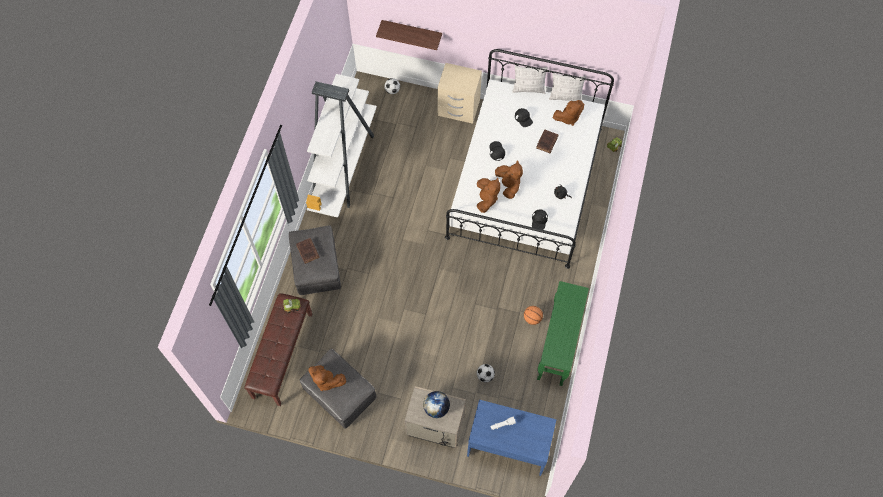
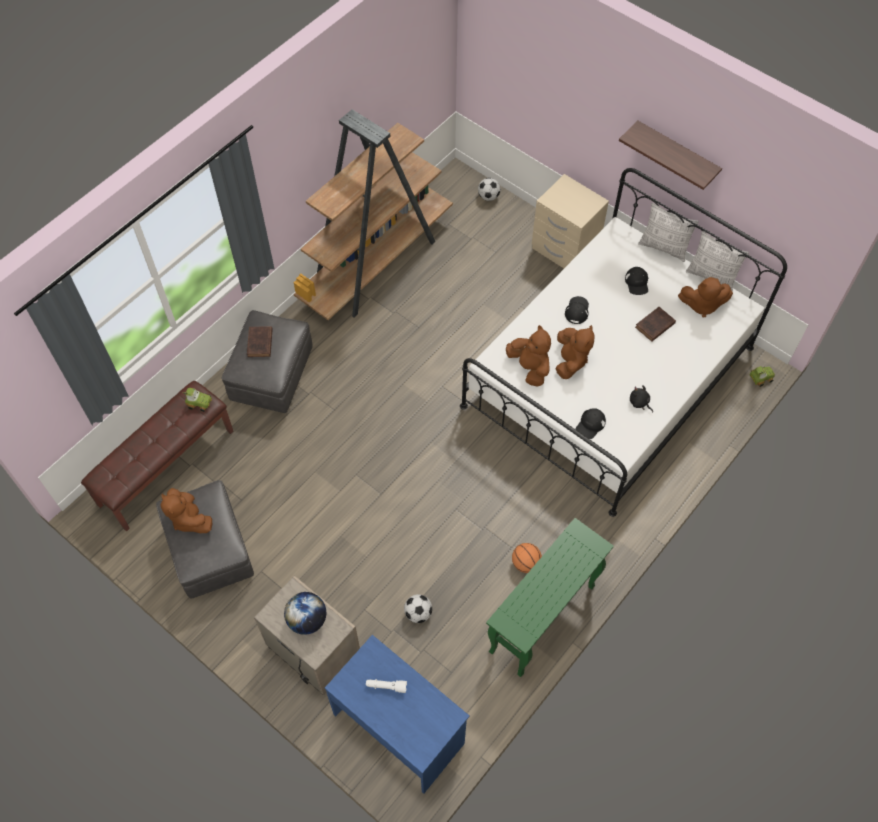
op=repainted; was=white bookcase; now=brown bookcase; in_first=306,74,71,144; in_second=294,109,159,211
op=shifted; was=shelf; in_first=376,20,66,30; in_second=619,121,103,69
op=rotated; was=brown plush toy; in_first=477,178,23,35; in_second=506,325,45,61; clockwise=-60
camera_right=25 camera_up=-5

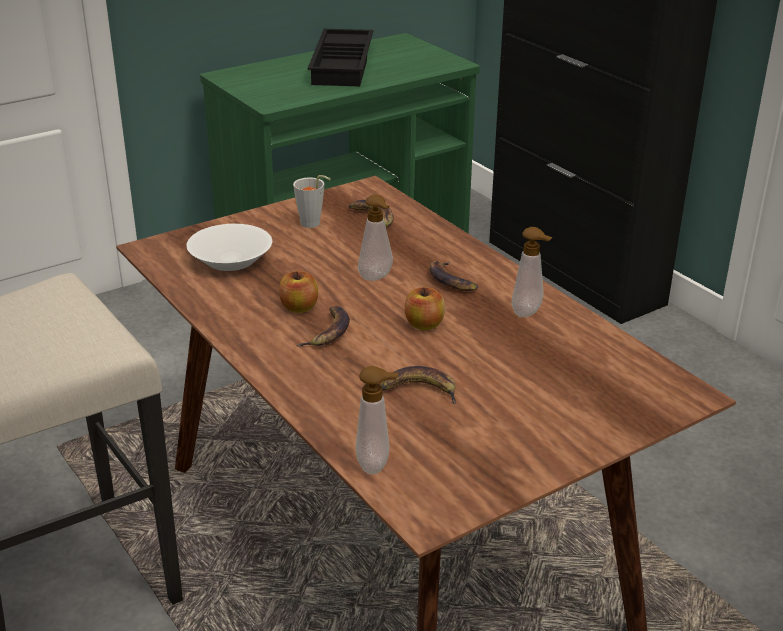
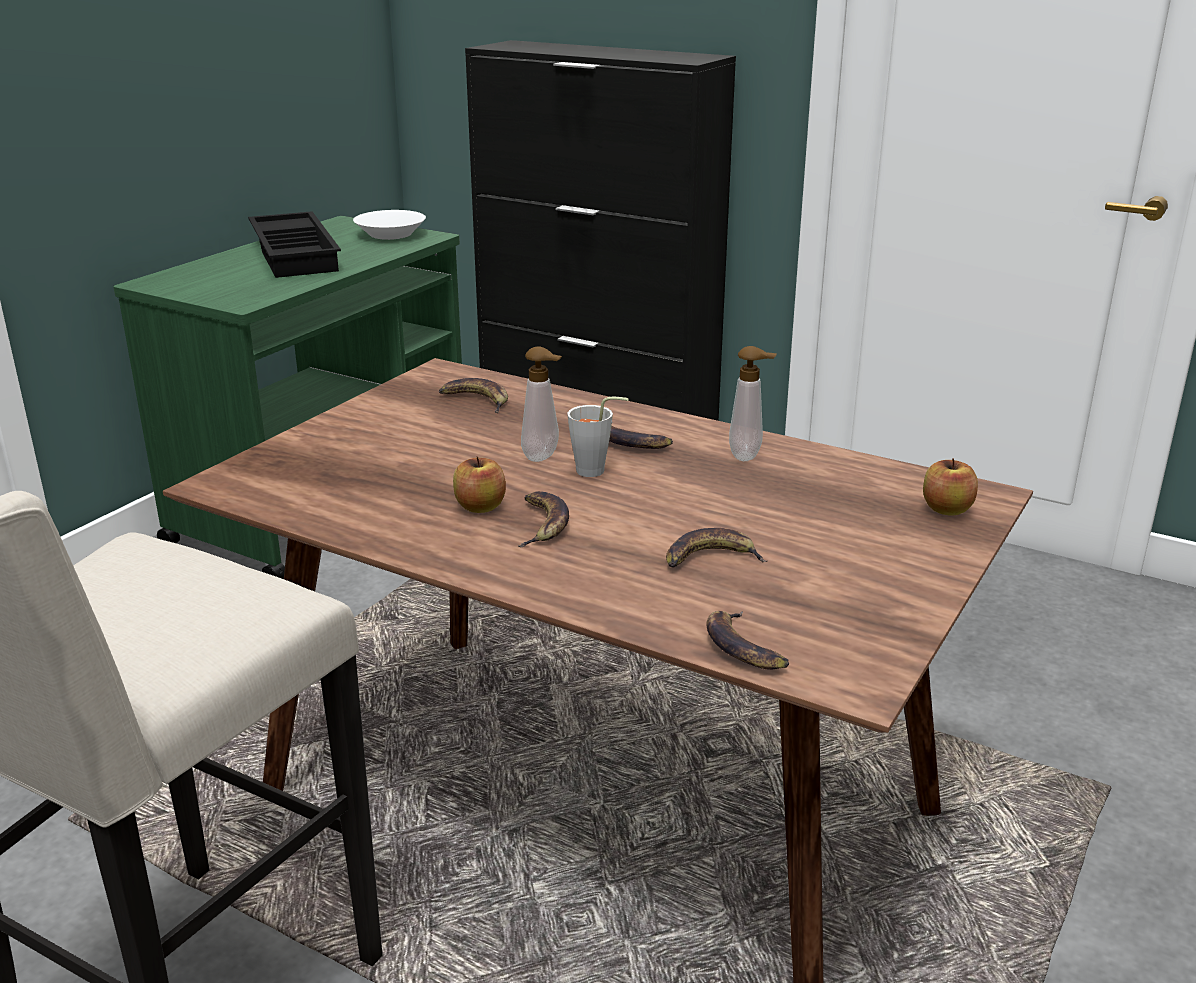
op=shifted; was=white bowl; in_first=186,224,86,47; in_second=353,210,73,30
op=shifted; was=grey cup; in_first=293,175,38,53; in_second=567,397,61,80
op=swapped; was=soap dispenser; now=banana; in_first=356,366,43,108; in_second=707,611,82,59
op=shifted; was=apple; in_first=405,287,40,43; in_second=923,458,55,57
camera_right=-25 camera_up=-5

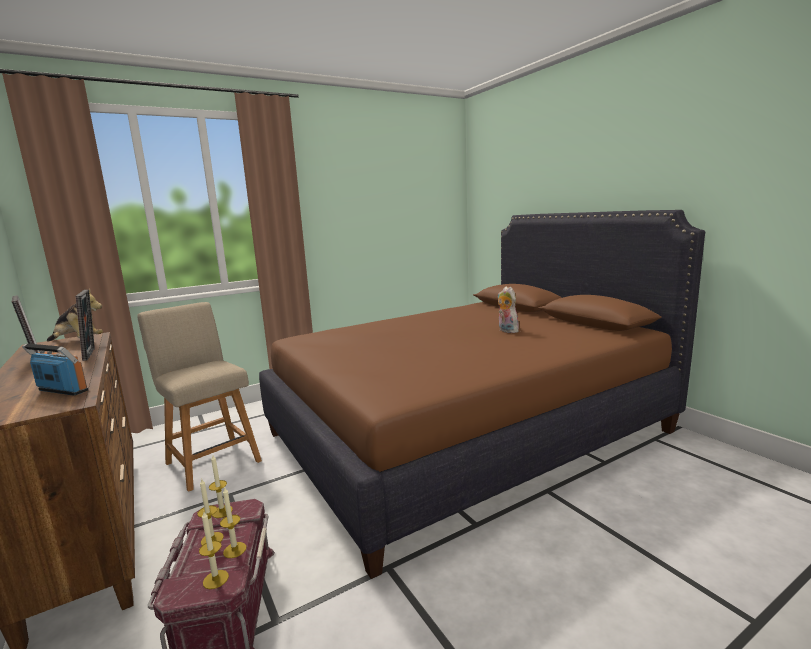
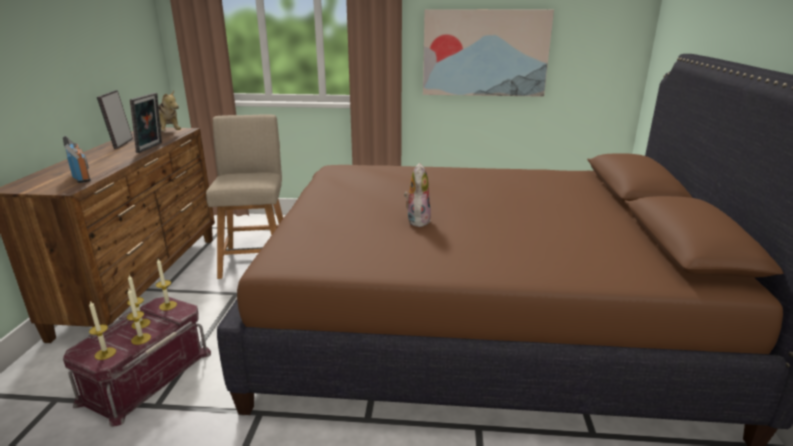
op=shifted; was=plush toy; in_first=498,286,21,47; in_second=404,163,27,64
op=new; now=picture; in_second=423,9,131,88
camera_right=35 camera_up=10

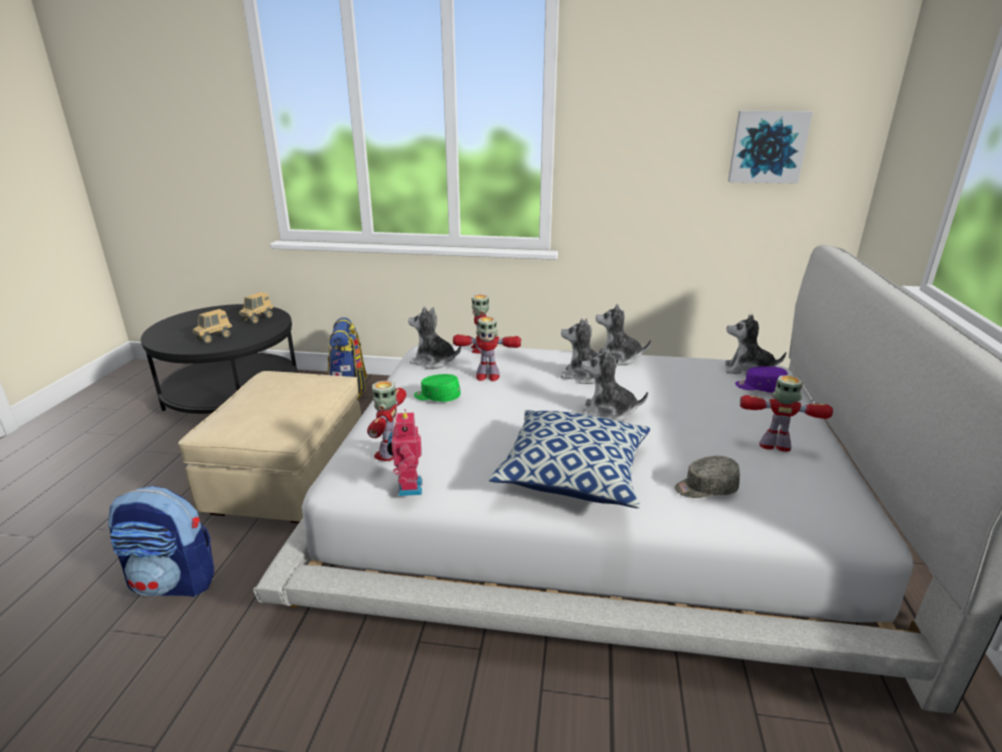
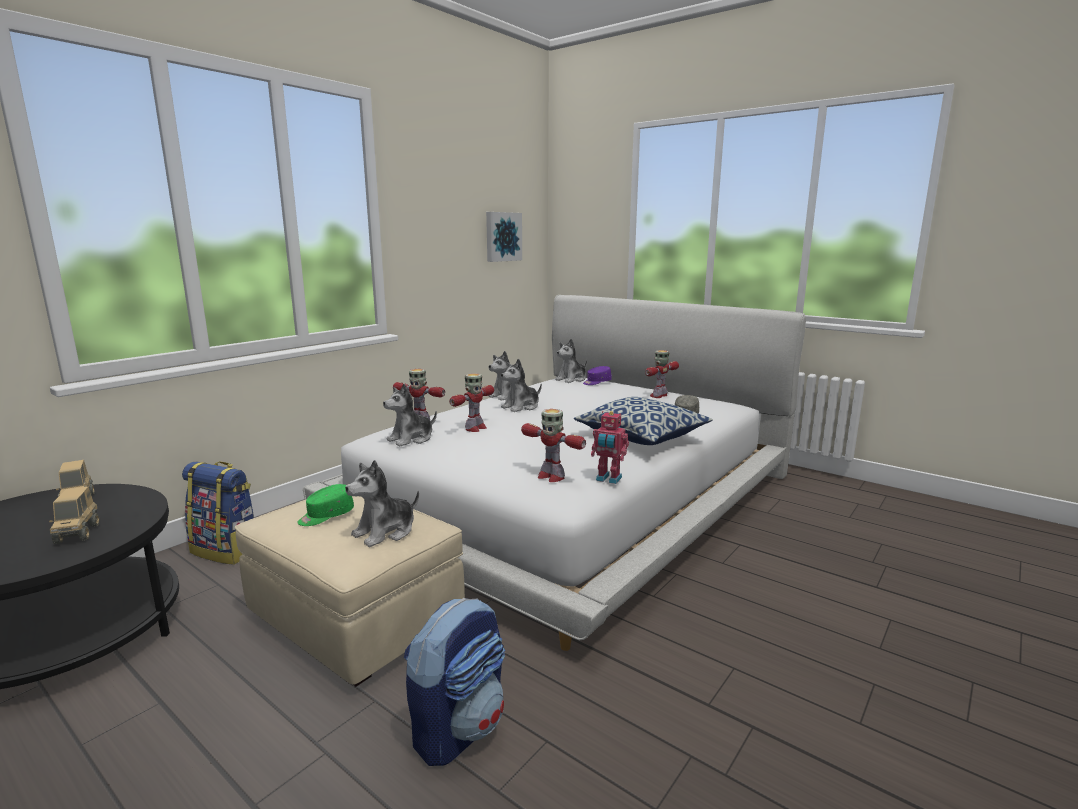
op=shifted; was=green cap; in_first=414,374,47,28; in_second=297,484,57,42
op=shifted; was=plush toy; in_first=581,348,67,74; in_second=345,460,74,87
camera_right=-60 camera_up=-10

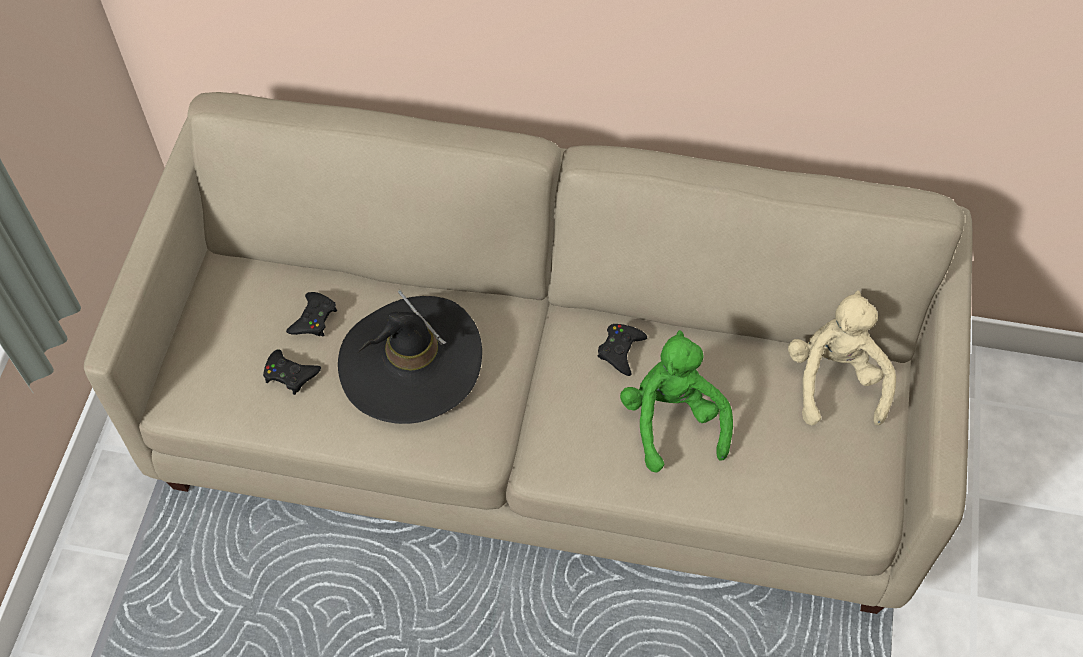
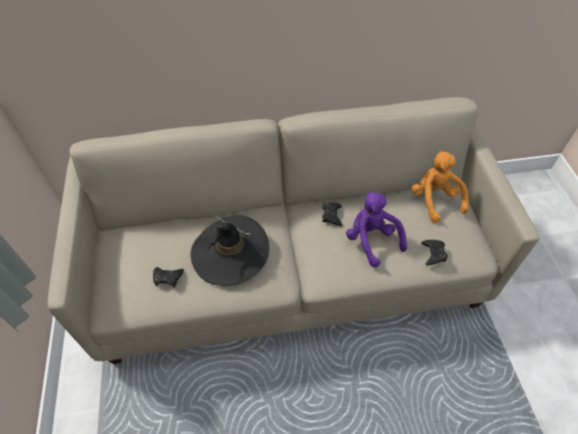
op=shifted; was=black game controller; in_first=286,292,51,44; in_second=421,240,27,25
op=repainted; was=green plush toy; now=purple plush toy; in_first=620,330,113,143; in_second=346,191,61,77
op=repainted; was=beige plush toy; now=orange plush toy; in_first=788,291,108,134; in_second=412,150,56,73
camera_right=-20 camera_up=-5

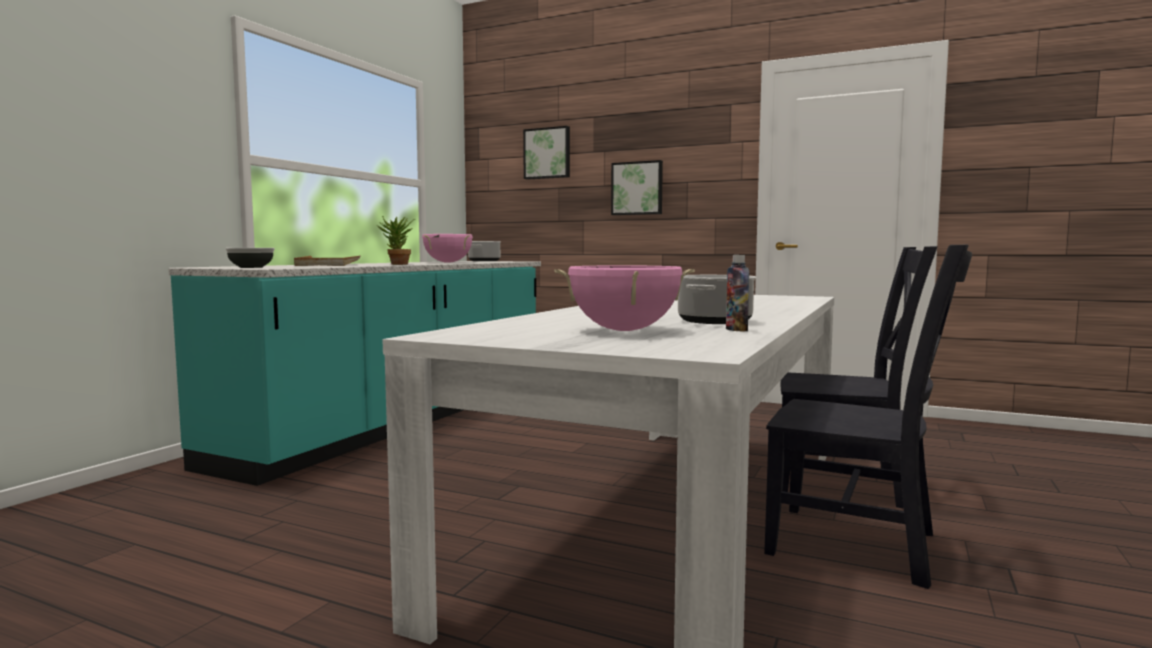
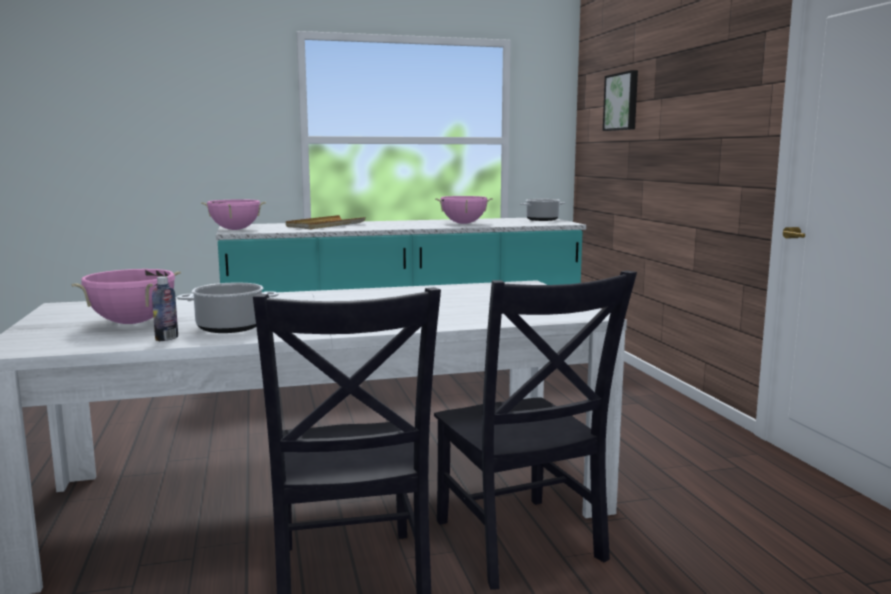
op=swapped; was=bowl; now=pink cooking pot; in_first=225,248,50,20; in_second=201,200,65,30
op=gone; was=potted plant; in_first=377,216,37,49
op=gone; was=picture; in_first=611,160,52,55
camera_right=50 camera_up=5

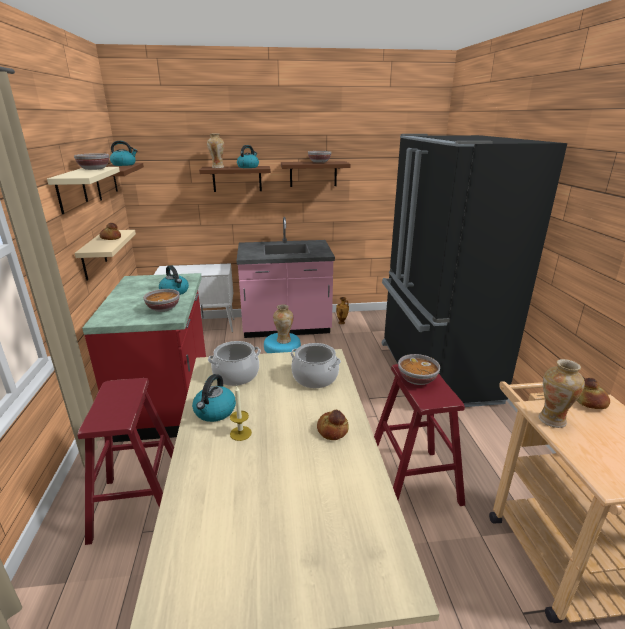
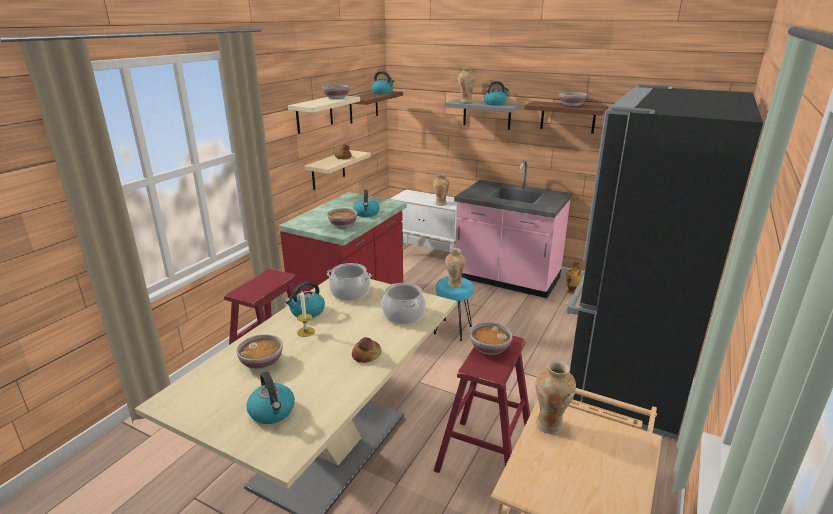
op=repainted; was=brown shelf; now=grey shelf; in_first=199,166,72,26; in_second=445,99,76,31
op=gone; was=bread; in_first=577,378,33,31
op=new; now=bowl; in_second=236,334,47,35
op=new; now=kettle; in_second=246,372,49,52
op=new; now=vase; in_second=433,174,16,32
camera_right=35 camera_up=0

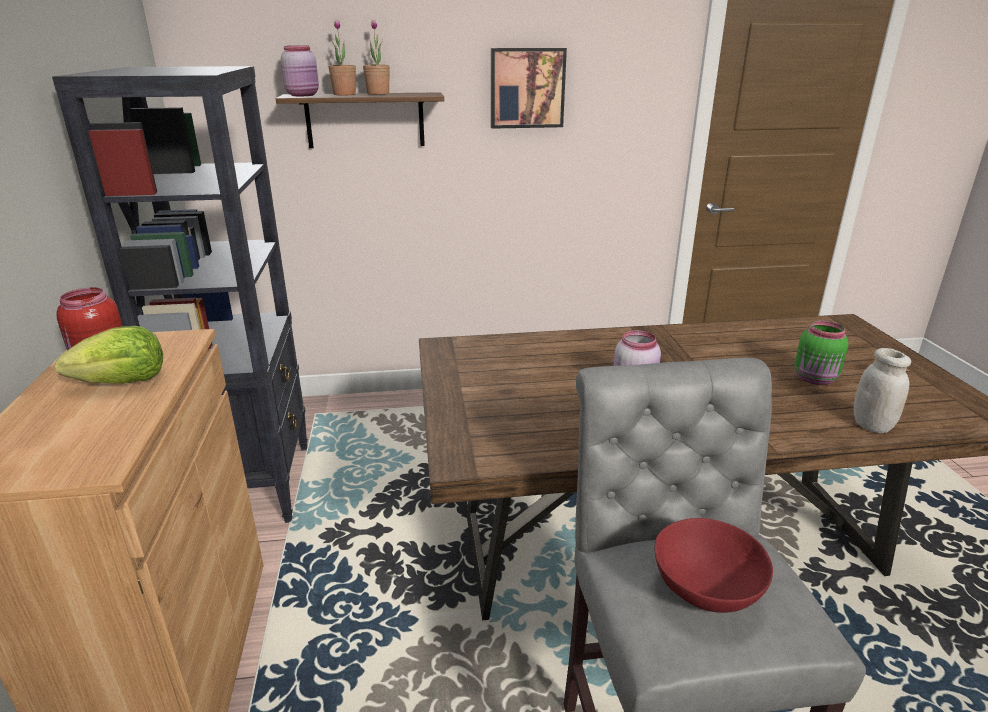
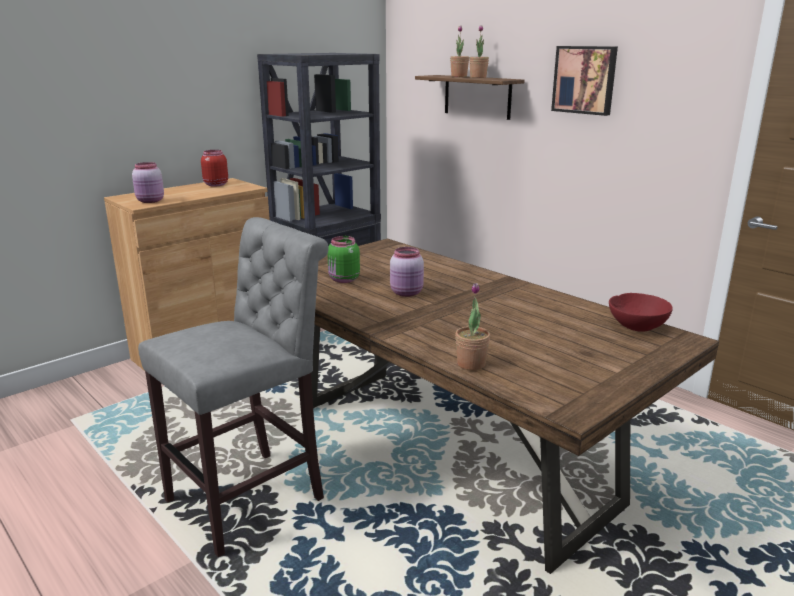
op=gone; was=lettuce; in_first=55,326,108,58
op=shifted; was=pink jar; in_first=281,45,38,51; in_second=132,162,32,41
op=shifted; was=red bowl; in_first=655,518,118,95; in_second=609,293,64,39
op=shifted; was=green jar; in_first=794,321,54,64; in_second=328,236,32,47
op=swapped; was=white jar; now=potted plant; in_first=854,348,57,85; in_second=455,283,35,87
camera_right=55 camera_up=-5

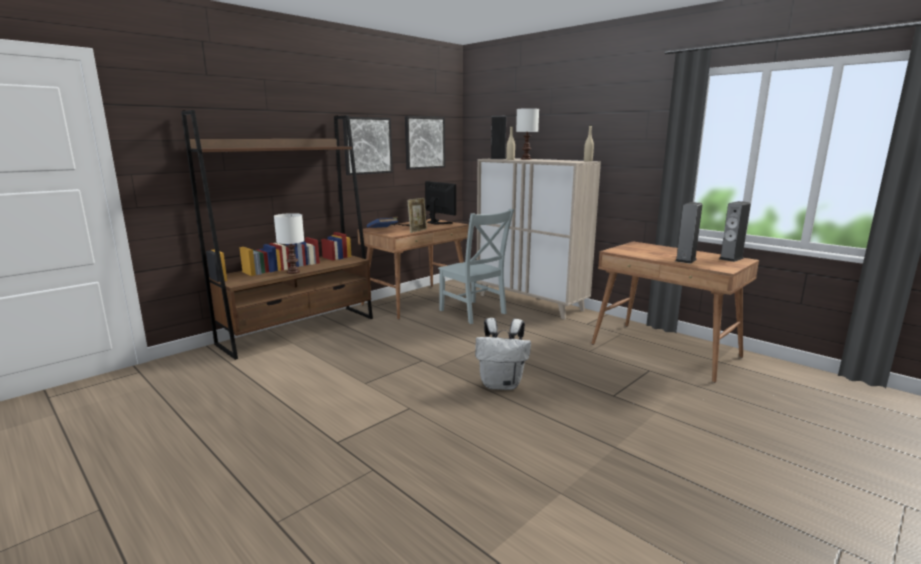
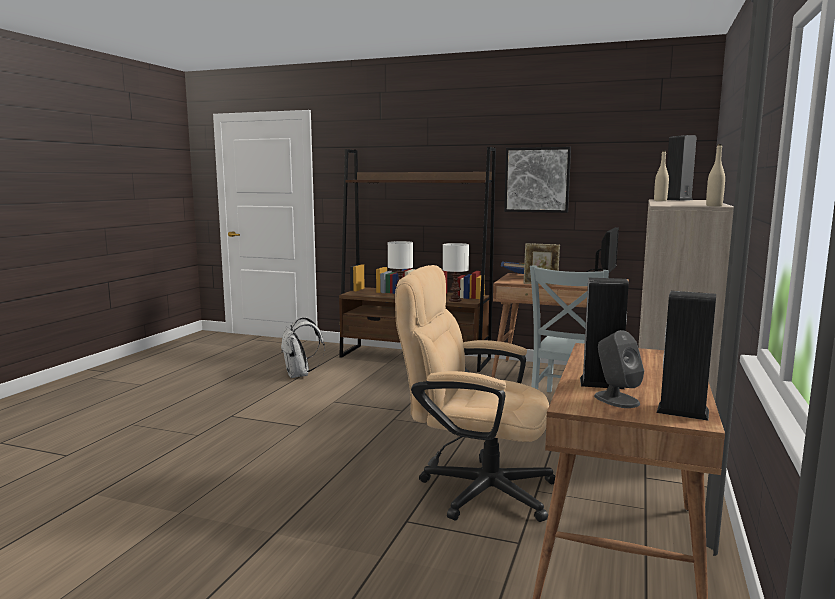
op=gone; was=picture; in_first=405,116,40,54
op=shifted; was=white backpack; in_first=475,318,56,72; in_second=281,317,44,61
op=shifted; was=white table lamp; in_first=516,108,23,51; in_second=443,243,26,59
op=new; now=beige office chair; in_second=395,265,160,257
op=new; now=grey speaker; in_second=594,330,50,78
camera_right=65 camera_up=-5

